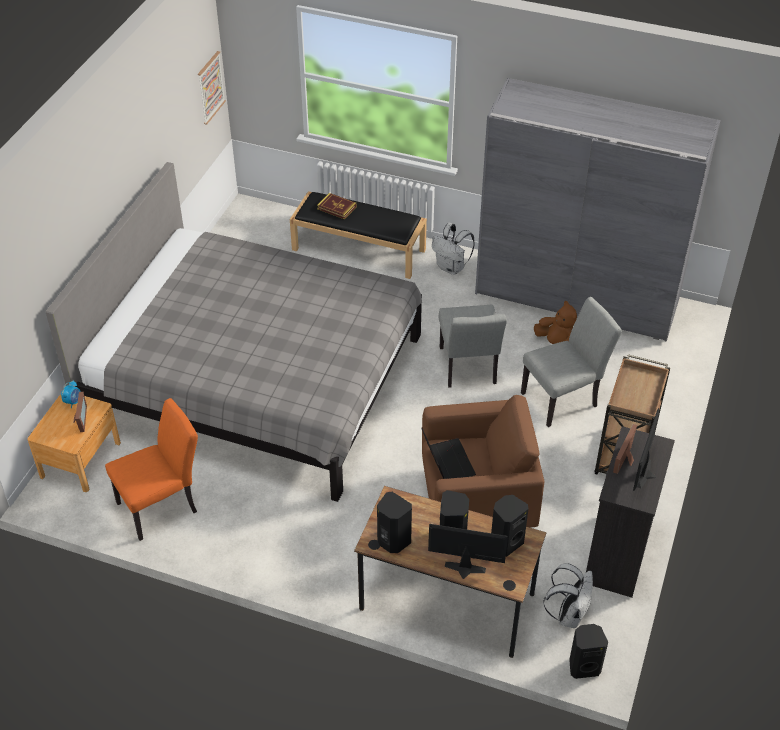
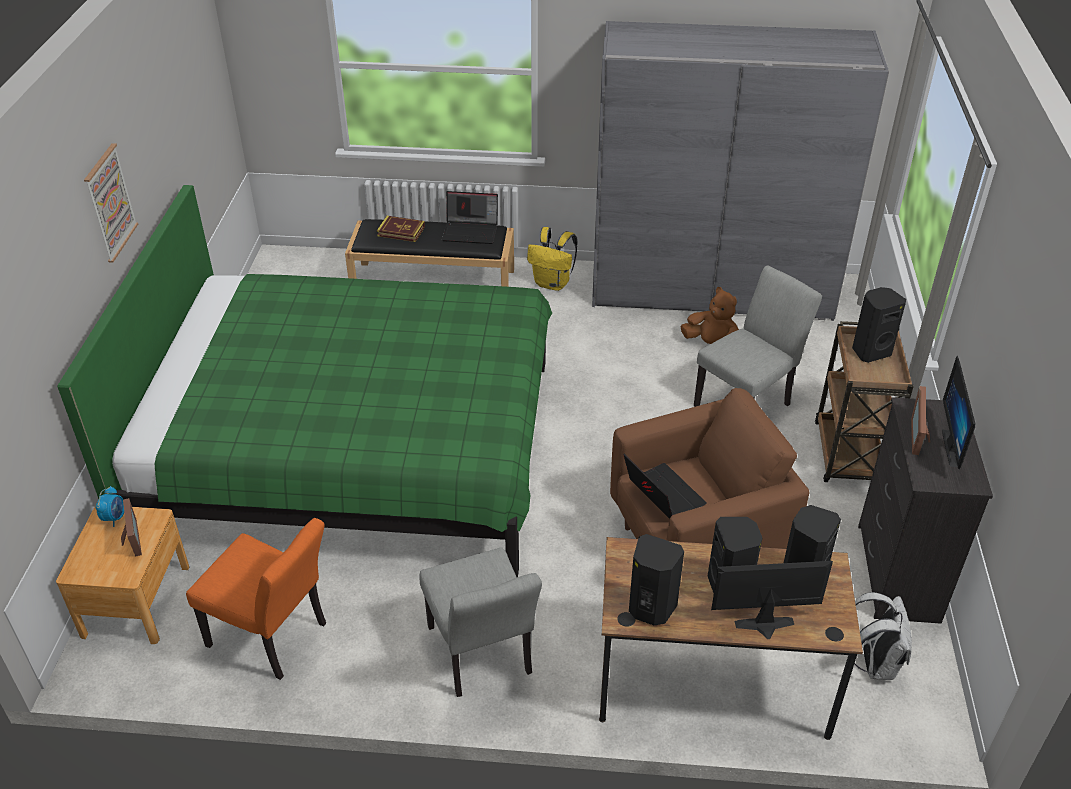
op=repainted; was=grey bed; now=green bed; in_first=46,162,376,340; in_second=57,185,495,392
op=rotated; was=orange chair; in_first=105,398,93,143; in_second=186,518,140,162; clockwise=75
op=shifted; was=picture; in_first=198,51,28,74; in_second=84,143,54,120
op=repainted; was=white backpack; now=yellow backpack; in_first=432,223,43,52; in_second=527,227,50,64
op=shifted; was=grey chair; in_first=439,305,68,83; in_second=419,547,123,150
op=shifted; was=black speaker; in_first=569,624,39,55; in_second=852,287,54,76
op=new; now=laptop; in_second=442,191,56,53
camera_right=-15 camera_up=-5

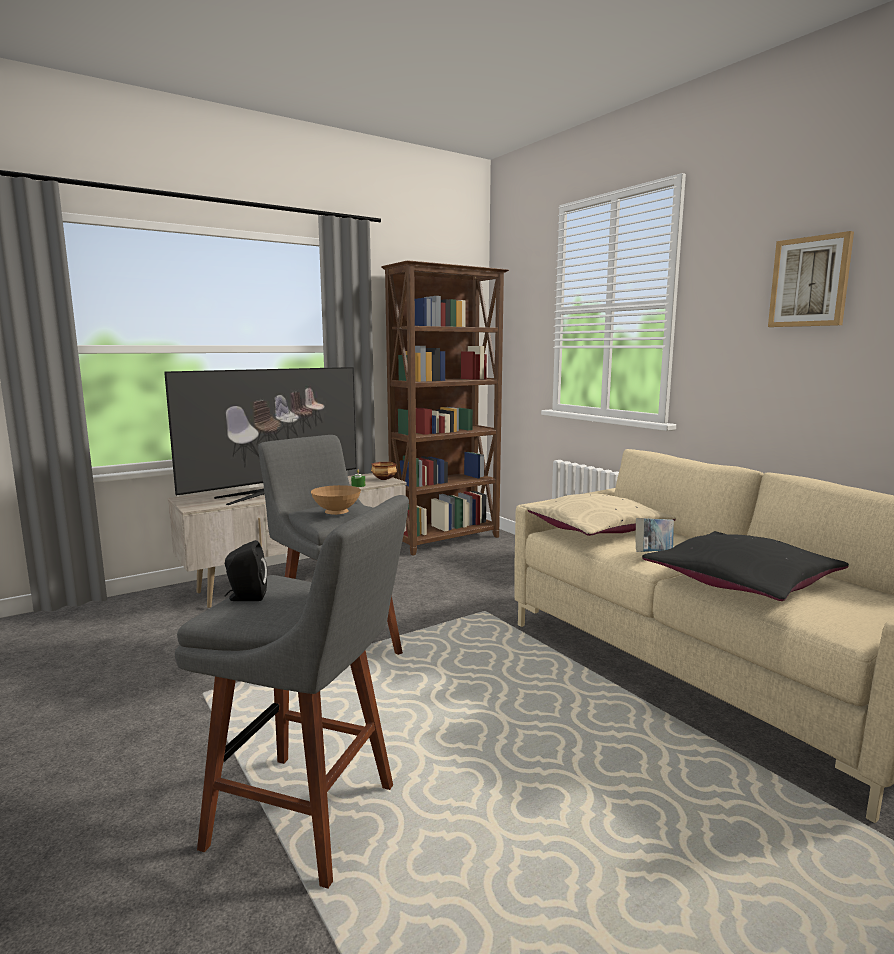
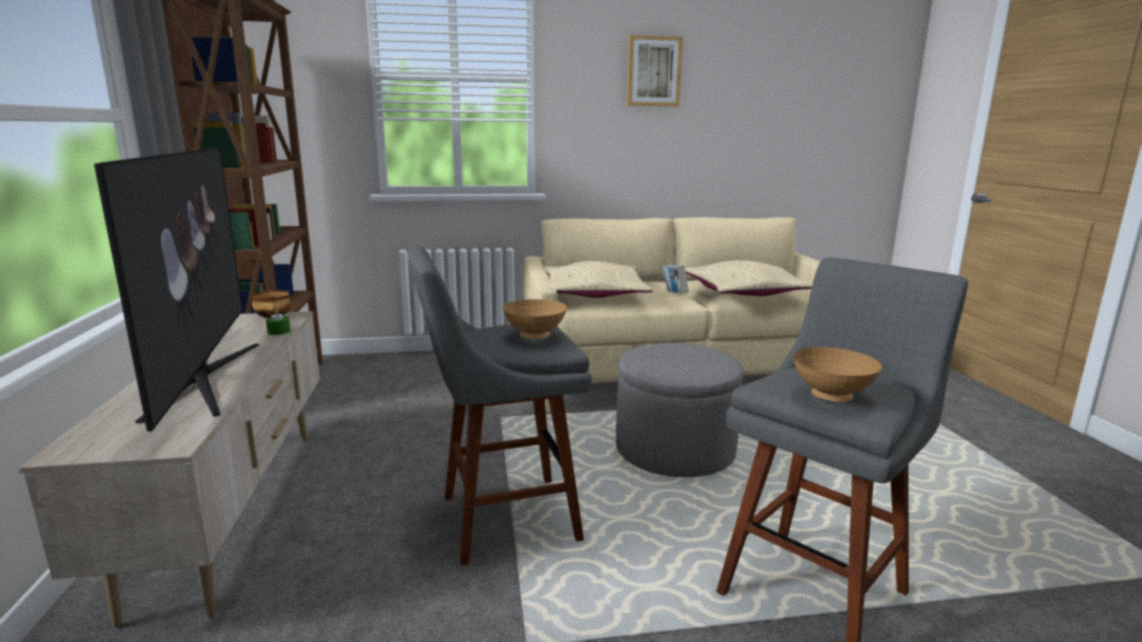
op=swapped; was=black speaker; now=brown bowl; in_first=225,540,42,61; in_second=793,347,89,55
op=repainted; was=black pillow; now=beige pillow; in_first=642,531,207,70; in_second=685,260,128,36
op=new; now=grey ottoman; in_second=616,343,128,134
camera_right=-65 camera_up=5

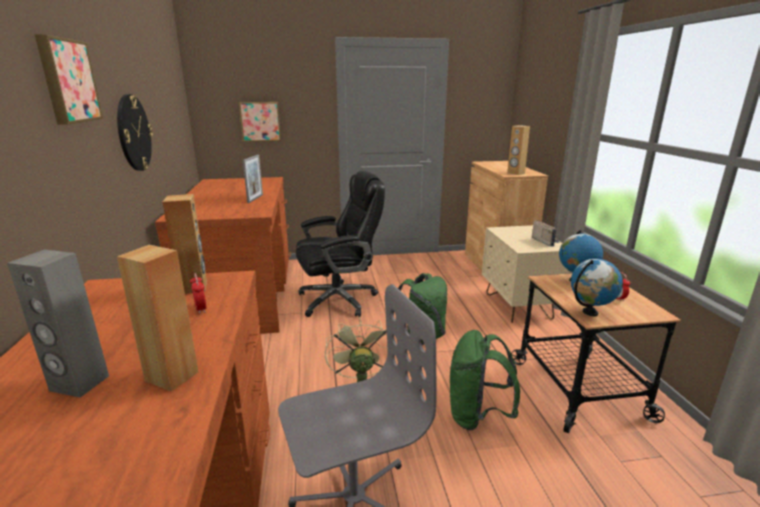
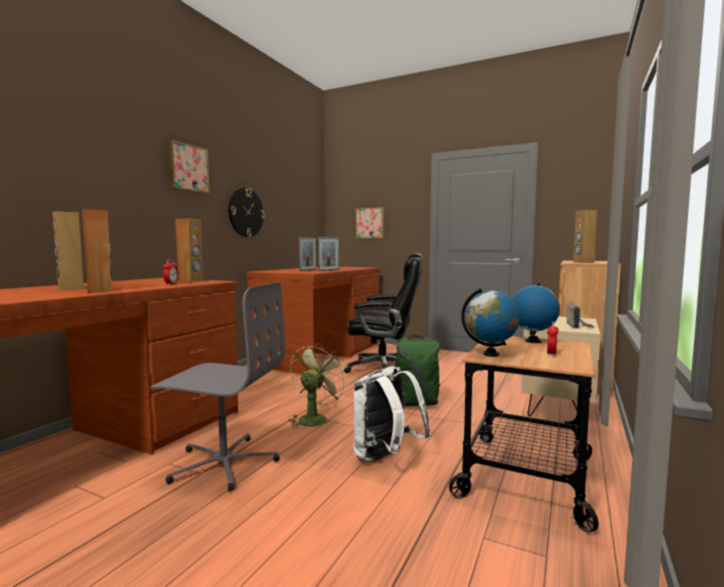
op=repainted; was=grey speaker; now=brown speaker; in_first=7,249,102,148; in_second=53,211,31,79
op=repainted; was=green backpack; now=white backpack; in_first=450,330,70,101; in_second=353,366,78,96
op=new; now=picture frame; in_second=299,237,17,34
camera_right=35 camera_up=-15

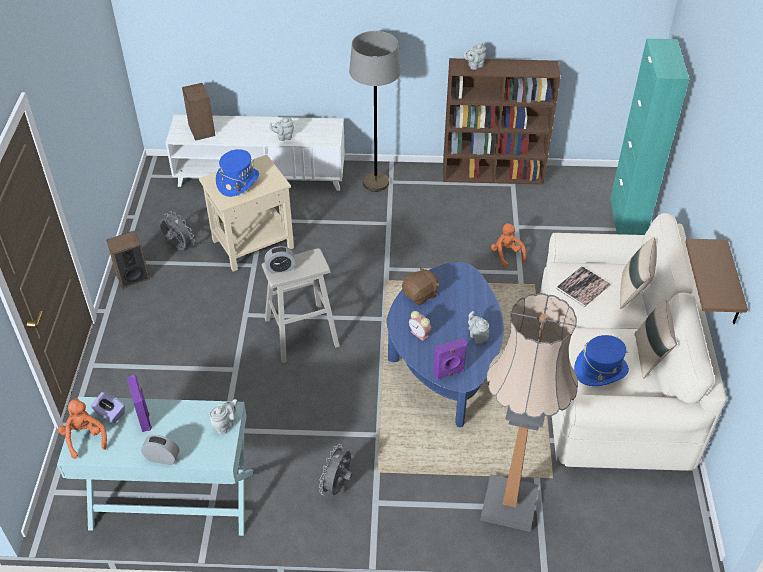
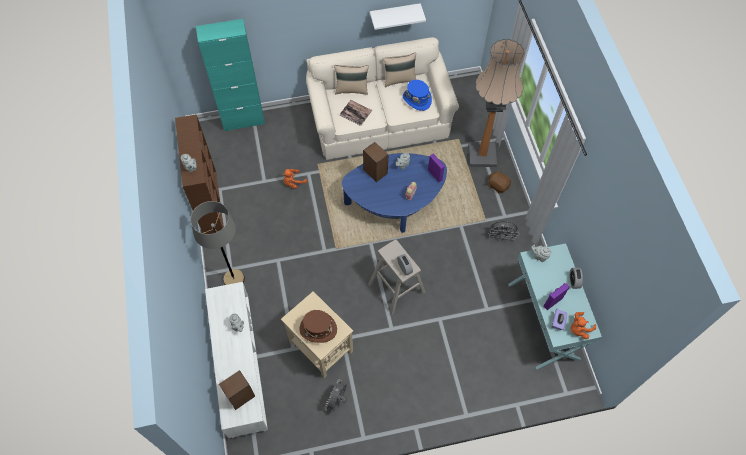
op=shifted; was=speaker; in_first=106,231,44,58; in_second=363,142,26,40
op=repainted; was=blue hat; now=brown hat; in_first=216,149,43,48; in_second=299,310,38,33
op=shifted; was=brown plush toy; in_first=402,266,37,39; in_second=488,169,23,25
op=repainted; was=brown shelf; now=white shelf; in_first=685,239,63,85; in_second=370,3,56,27
camera_right=-105 camera_up=15

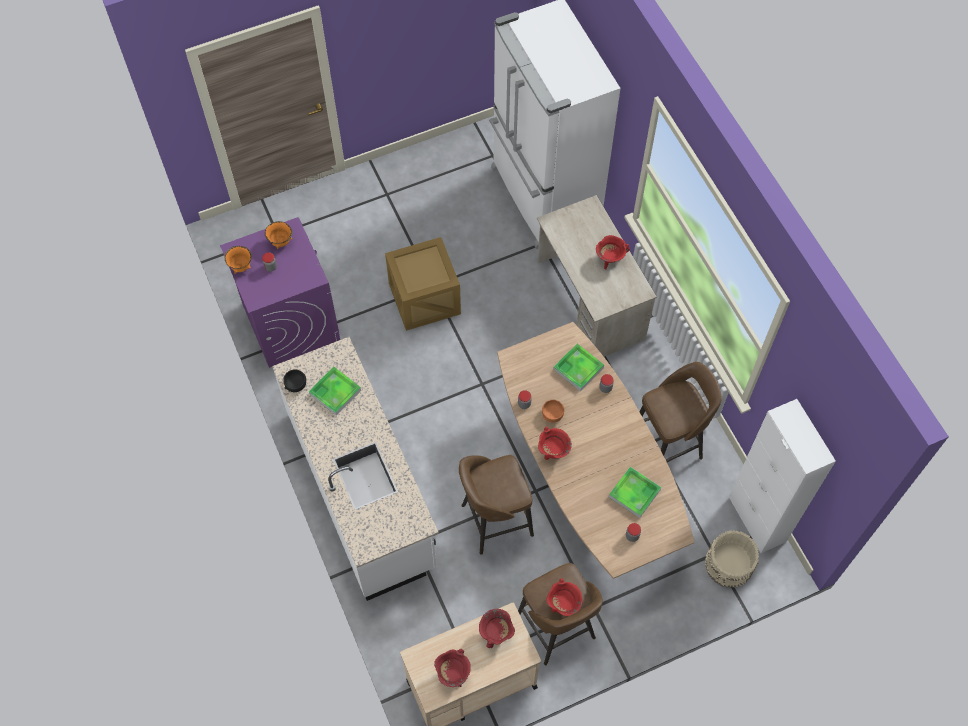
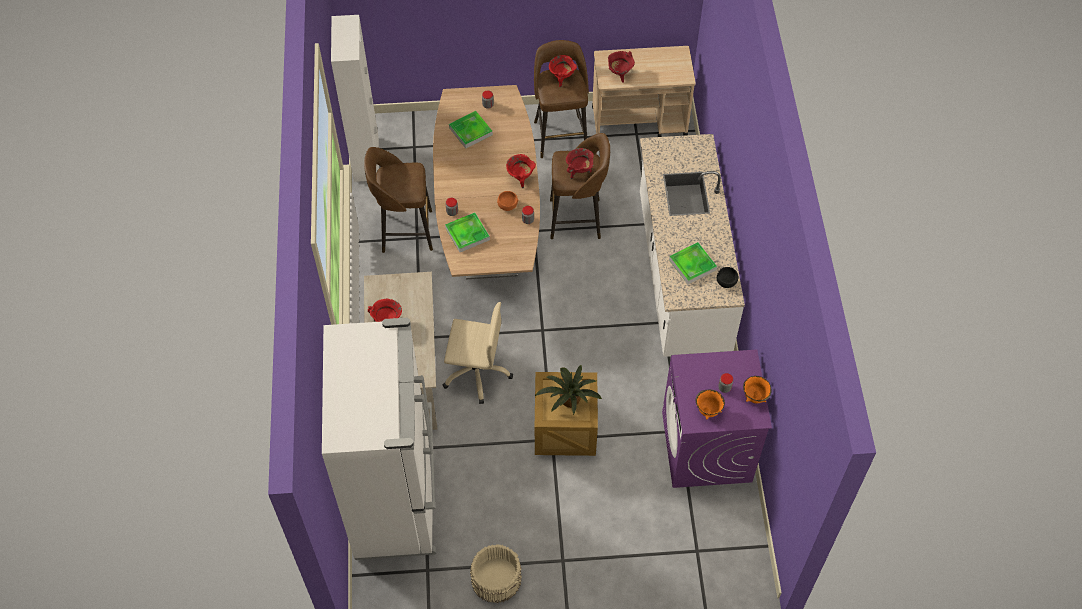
op=shifted; was=red cooking pot; in_first=434,649,37,38; in_second=566,148,28,31
op=shifted; was=beige bucket; in_first=705,530,54,58; in_second=470,544,52,59
op=new; now=beige office chair; in_second=443,302,70,102
op=new; now=potted plant; in_second=535,365,67,50
camera_right=-160 camera_up=-5

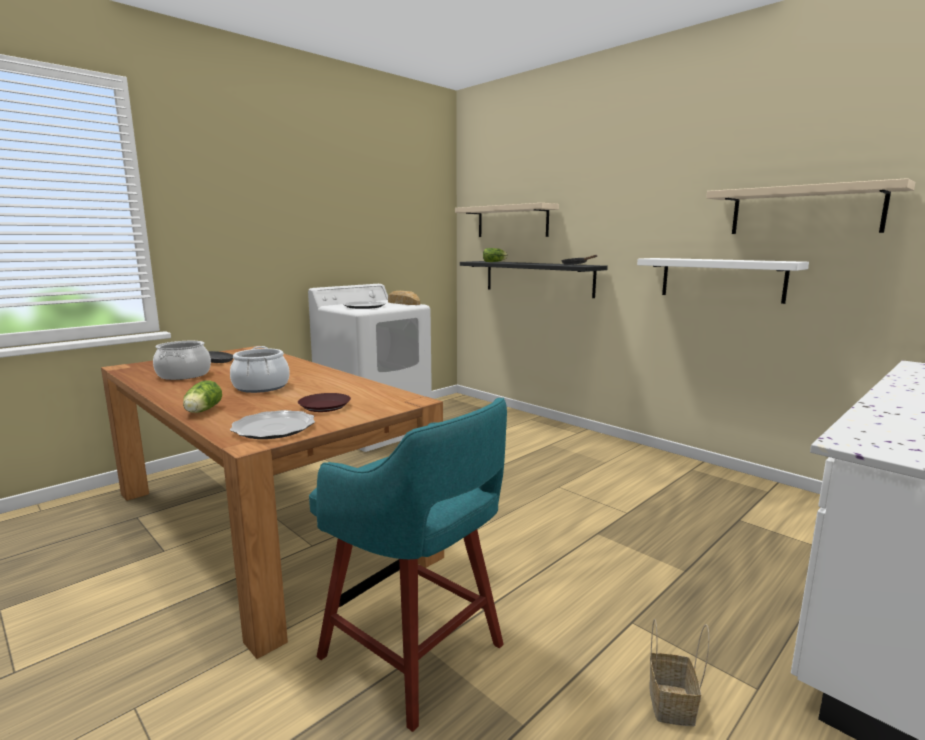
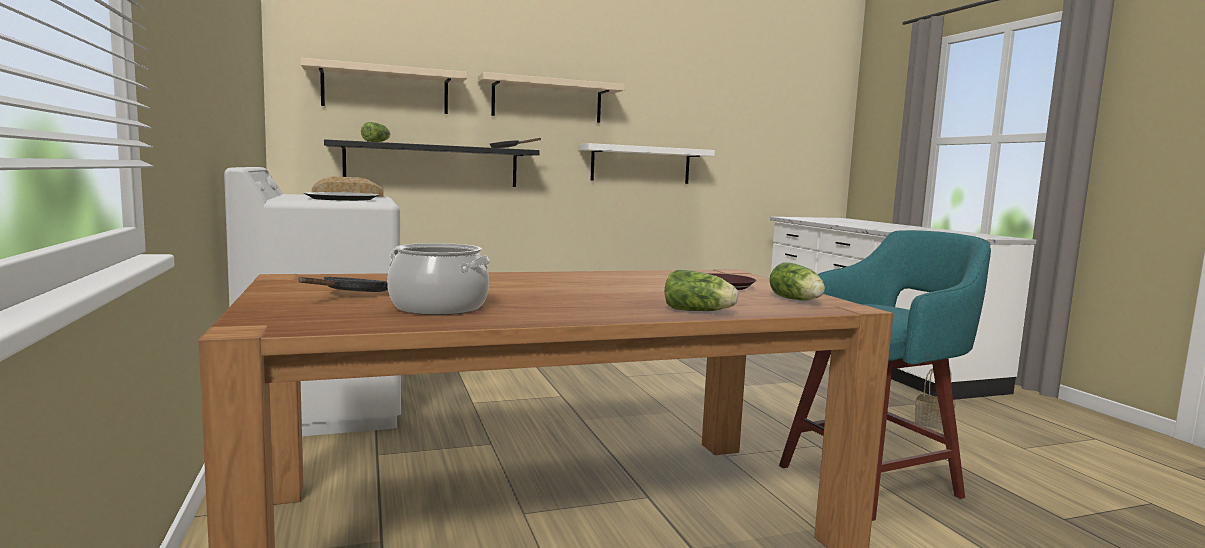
op=gone; was=cooking pot; in_first=230,346,60,47
op=swapped; was=plate; now=lettuce; in_first=230,410,85,29; in_second=769,262,56,39
op=shifted; was=beige shelf; in_first=706,178,209,56; in_second=478,72,147,51
camera_right=-65 camera_up=-5

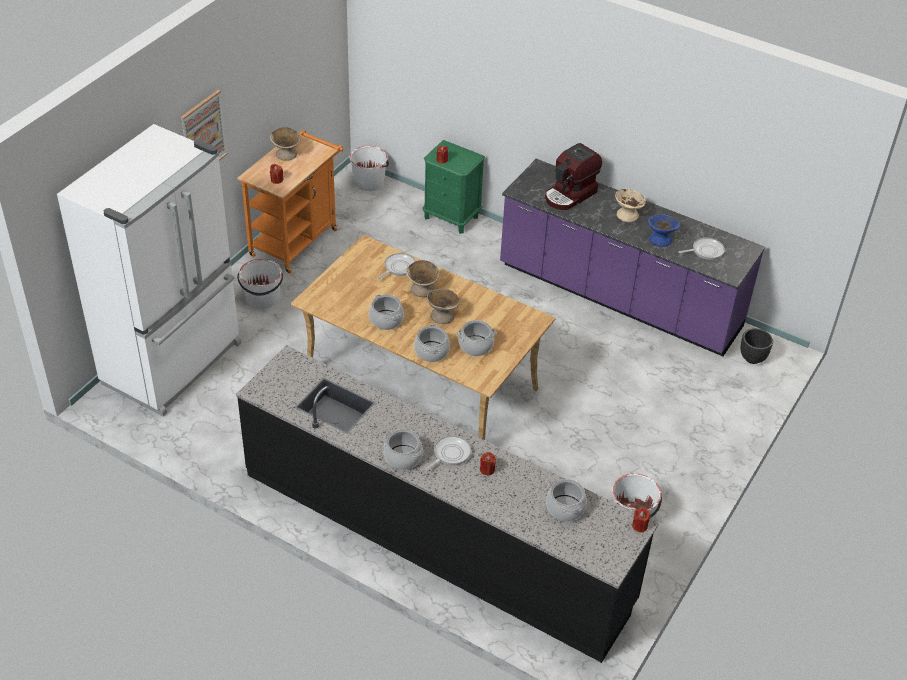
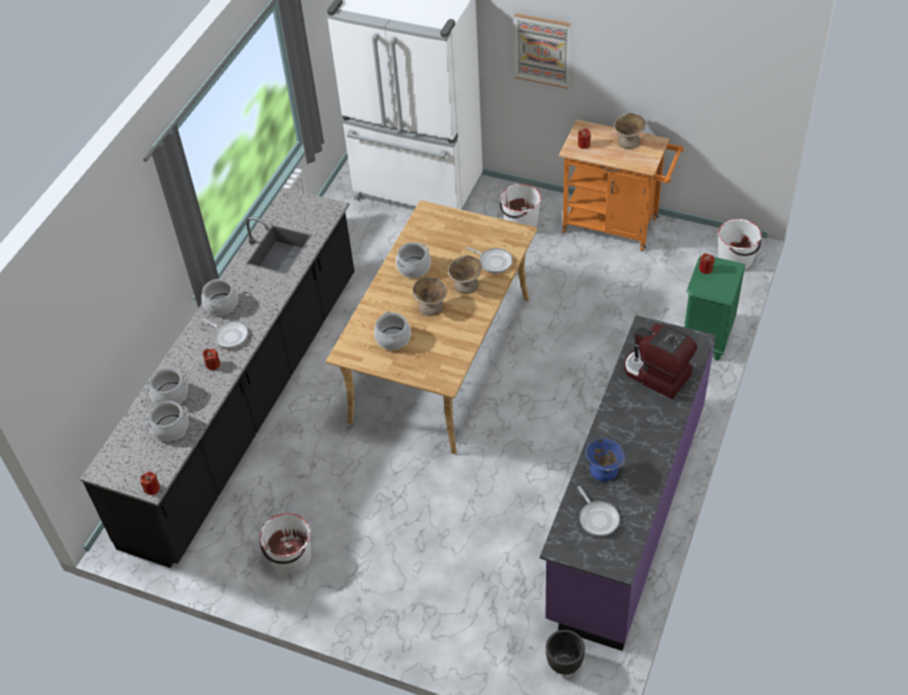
op=shifted; was=cooking pot; in_first=414,324,36,38; in_second=145,368,43,36
op=gone; was=beige bowl; in_first=615,188,31,34
camera_right=85 camera_up=5

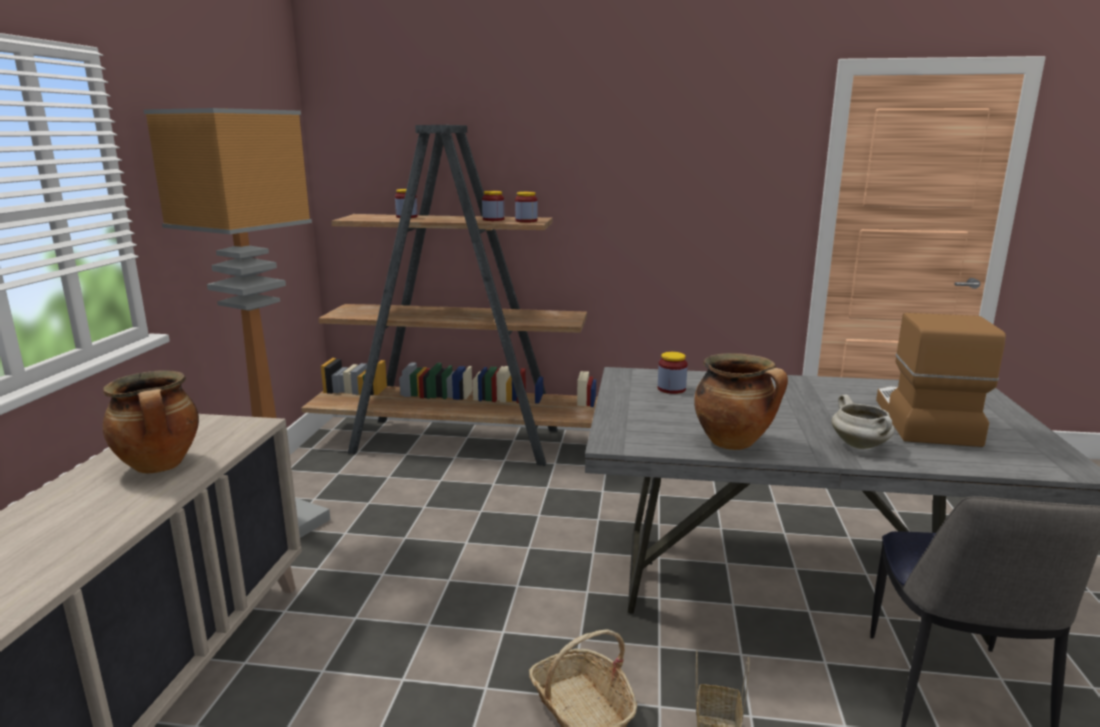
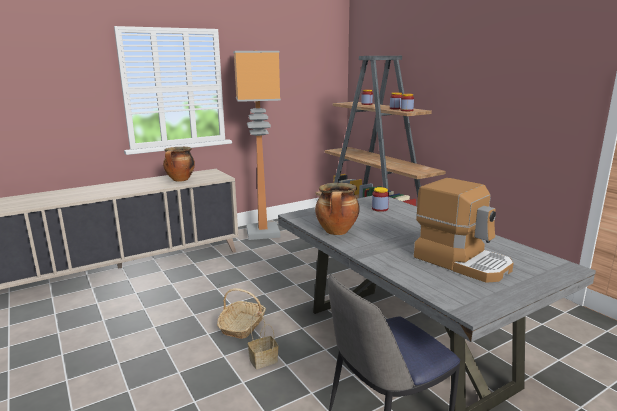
op=gone; was=white cooking pot; in_first=832,395,63,54
op=rotated; was=coffee machine; in_first=876,313,130,134; in_second=414,178,99,105; clockwise=75
camera_right=50 camera_up=0

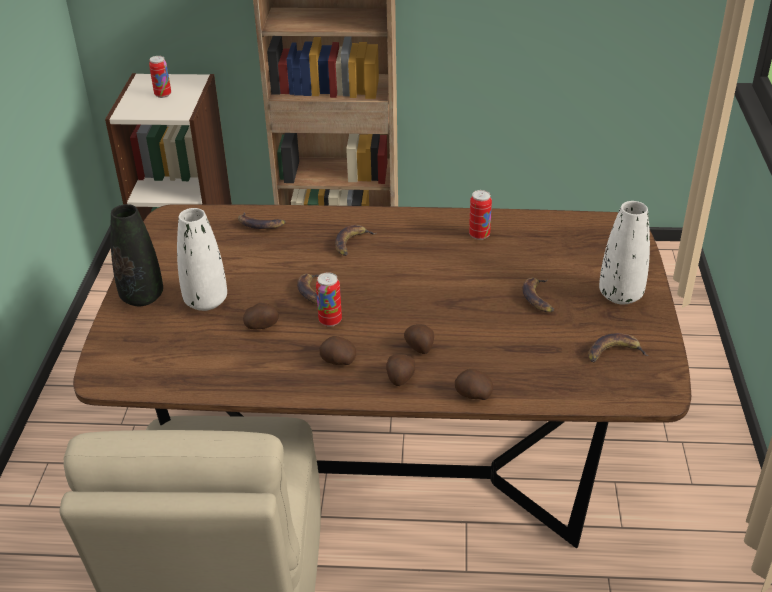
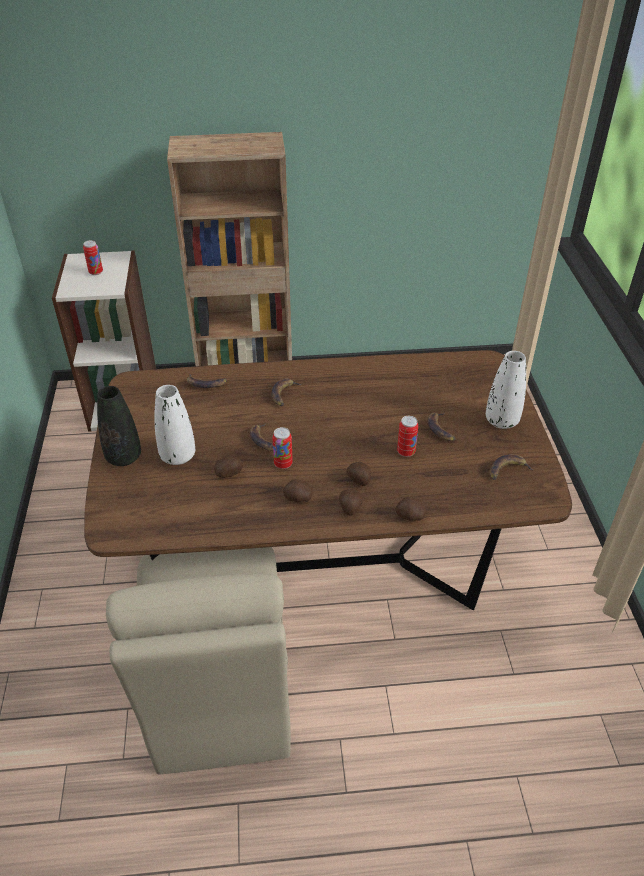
op=shifted; was=can; in_first=469,190,23,50; in_second=397,416,21,41
camera_right=-10 camera_up=5

